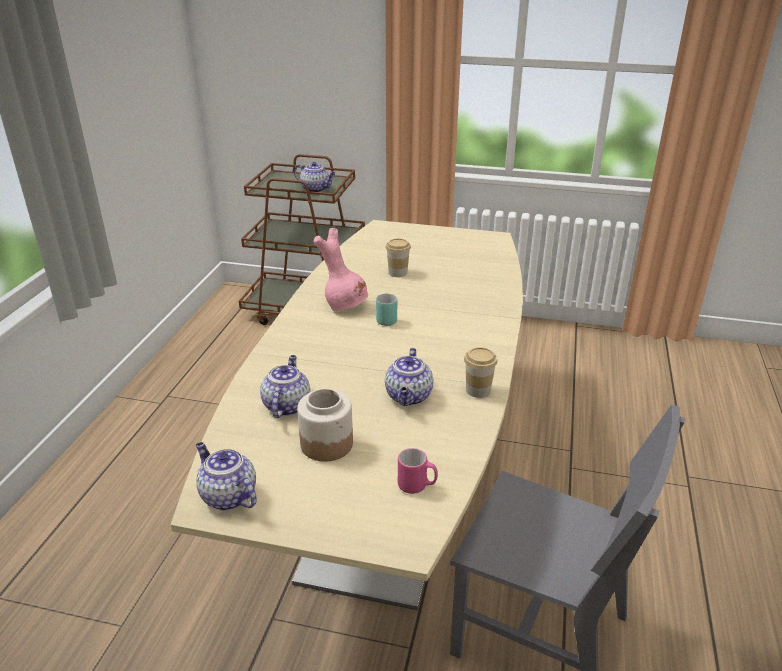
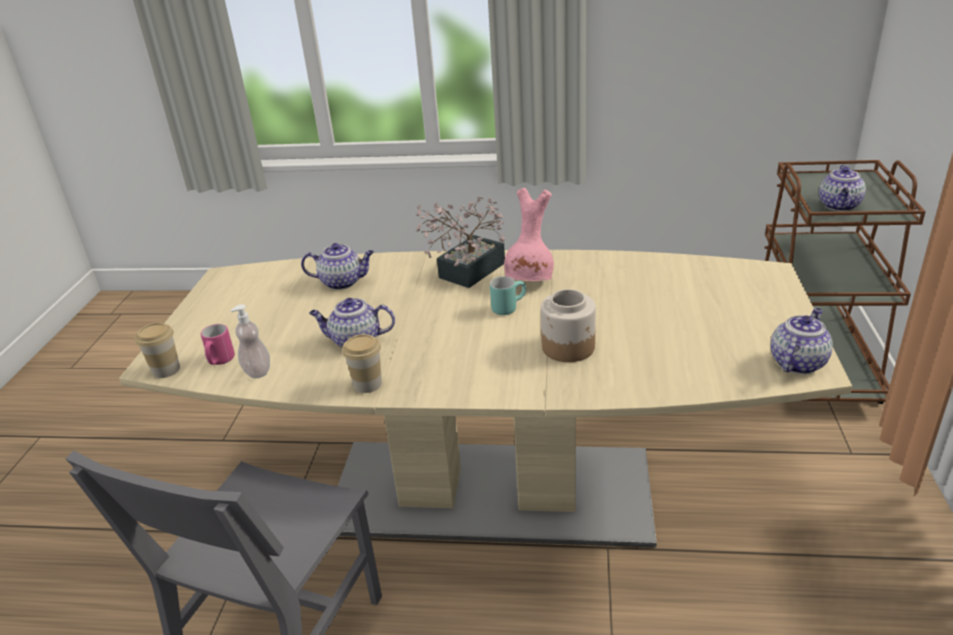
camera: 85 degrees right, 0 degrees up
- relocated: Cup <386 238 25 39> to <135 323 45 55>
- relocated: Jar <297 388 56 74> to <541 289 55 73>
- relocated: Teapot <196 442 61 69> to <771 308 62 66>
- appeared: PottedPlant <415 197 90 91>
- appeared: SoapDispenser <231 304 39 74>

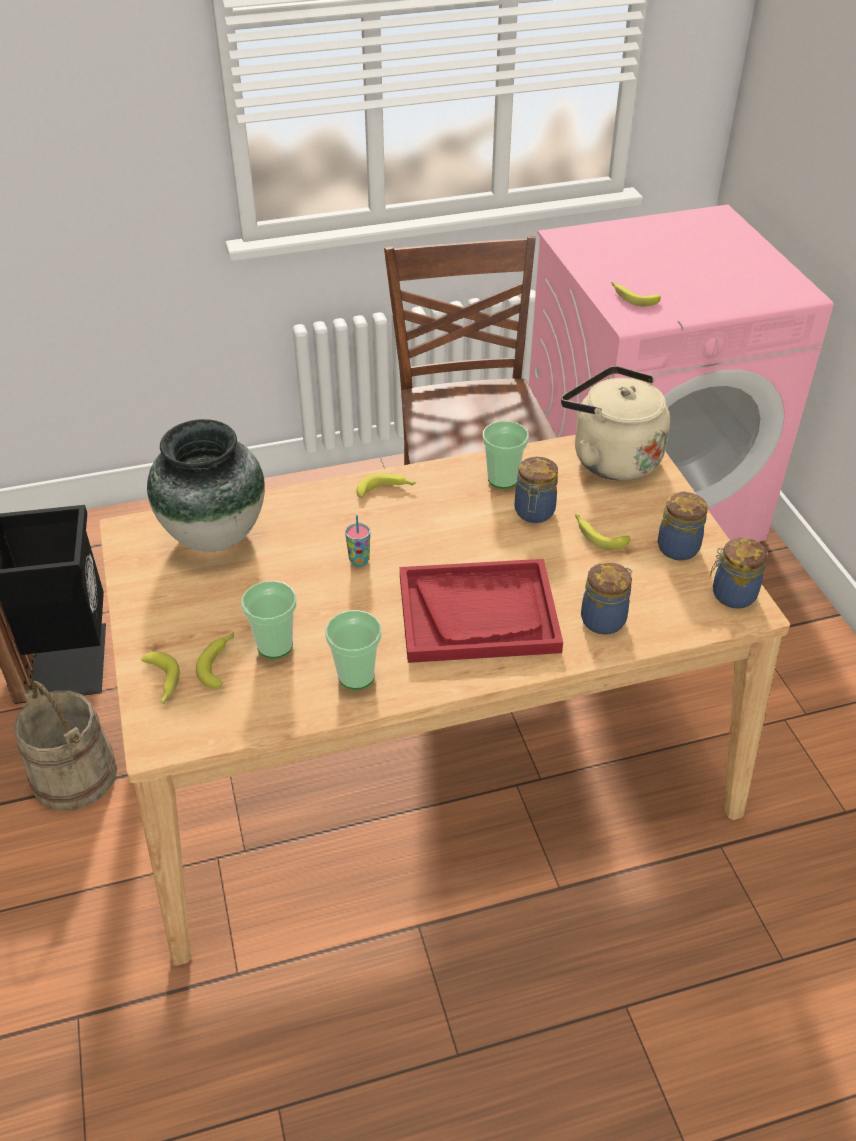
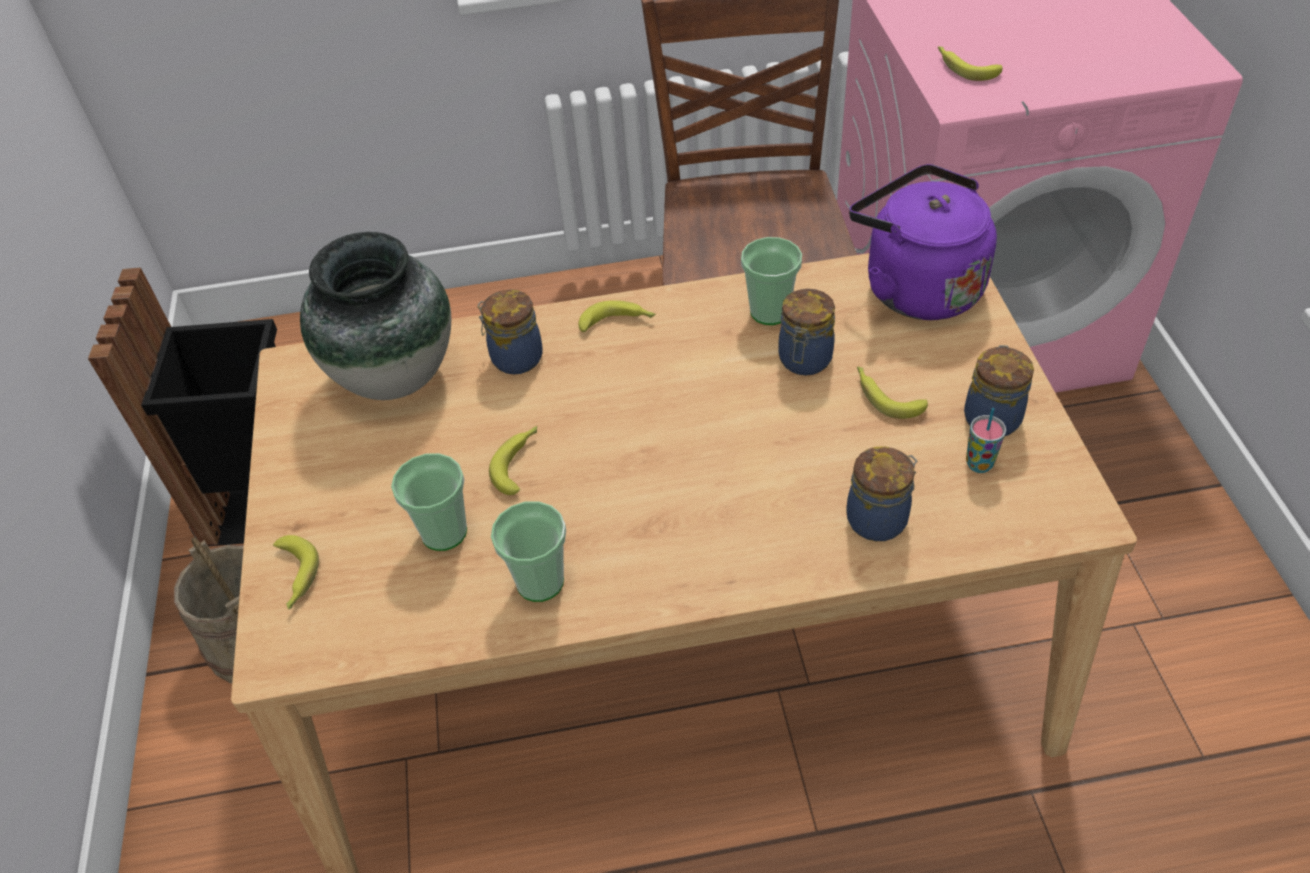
camera: 10 degrees right, 5 degrees up
- colour: BeigeKettle <561 366 109 115> to PurpleKettle <849 164 148 156>
- relocated: Cup <345 515 25 52> to <966 408 40 65>
- relocated: Jar <710 537 58 72> to <477 289 66 85>
- missing: RedTray <400 559 163 104>
- relocated: Banana <196 632 38 57> to <489 426 48 69>

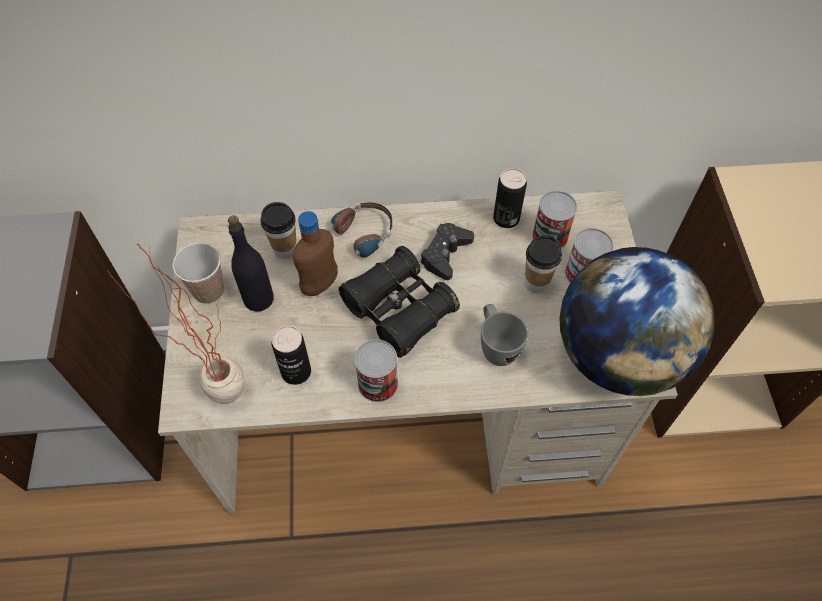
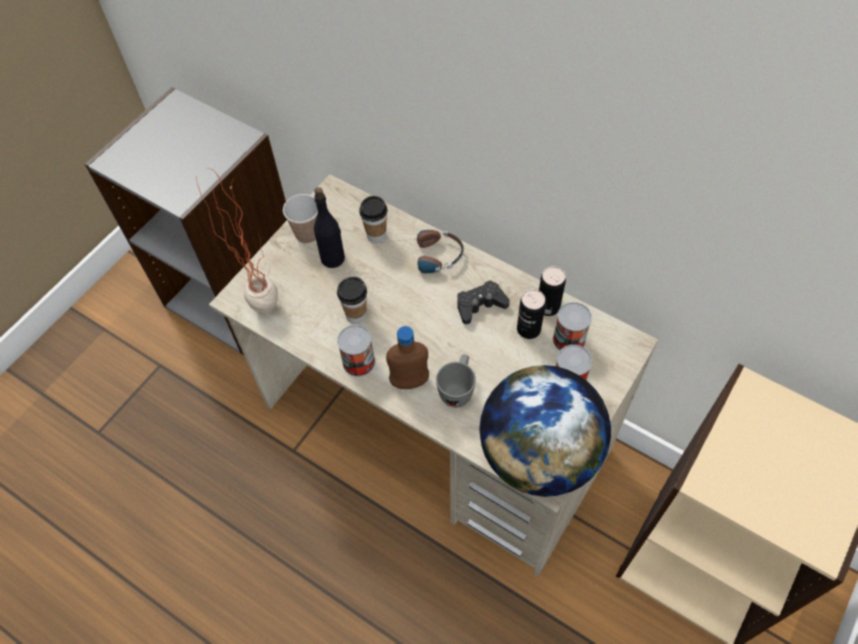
camera: 40 degrees right, 0 degrees up
- relocated: BrownBottle <293 211 45 85> to <386 326 43 63>
- relocated: Cup <525 235 37 58> to <337 277 30 47>
- missing: BlackBinoculars <339 246 121 112>
- relocated: Can <271 326 40 59> to <517 289 29 50>

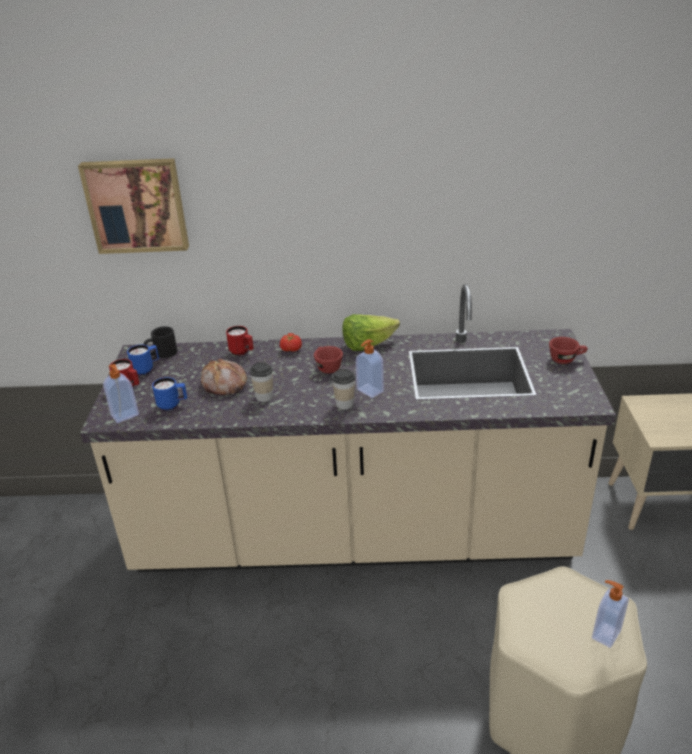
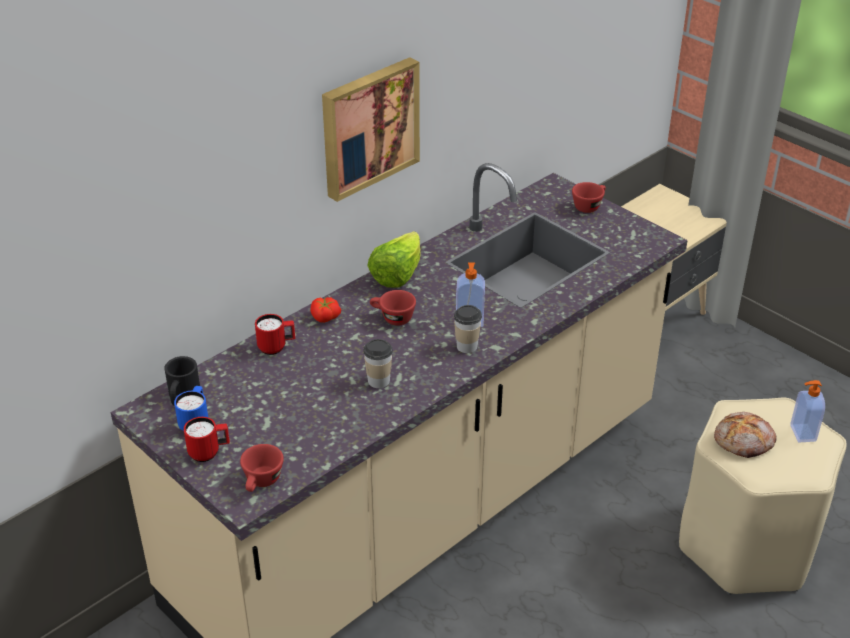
camera: 45 degrees left, 5 degrees up
- relocated: Picture <78 158 111 96> to <322 57 98 145>
- relocated: Bread <201 359 46 36> to <714 412 62 46>
- exchanged: SoapDispenser <103 364 36 59> to RedCup <240 444 44 48>
- missing: BlueMug <152 377 35 34>

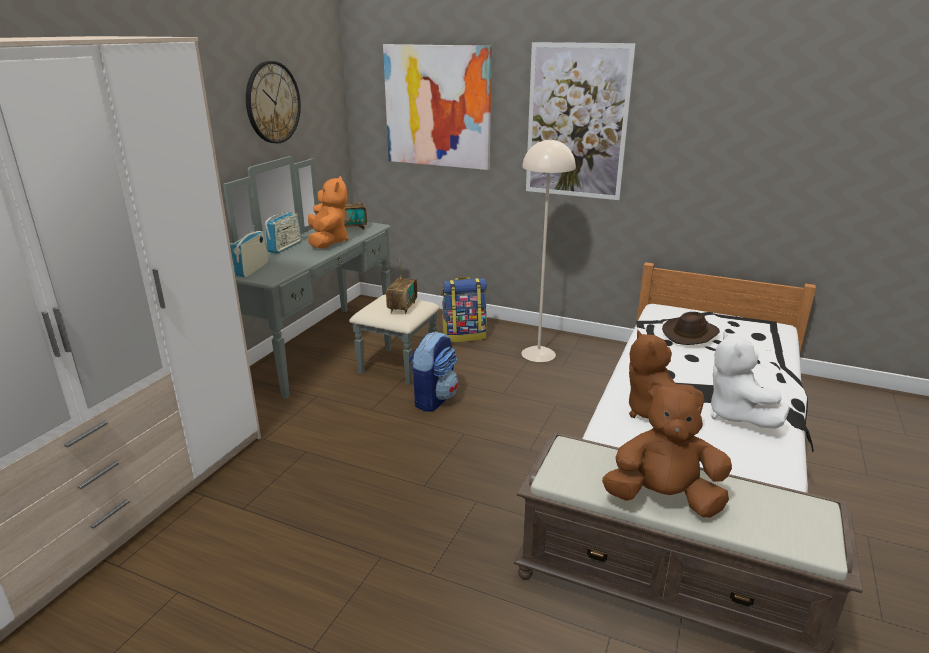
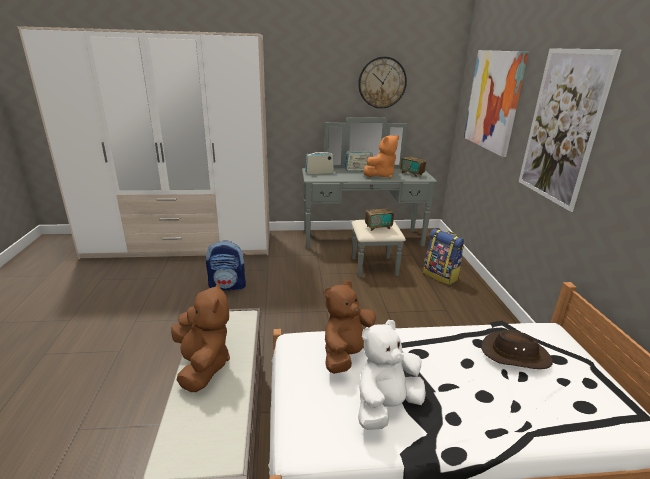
camera: 60 degrees right, 0 degrees up
- missing: BeigeFloorLamp <521 138 55 224>
- relocated: Backpack <409 331 49 81> to <206 240 40 50>

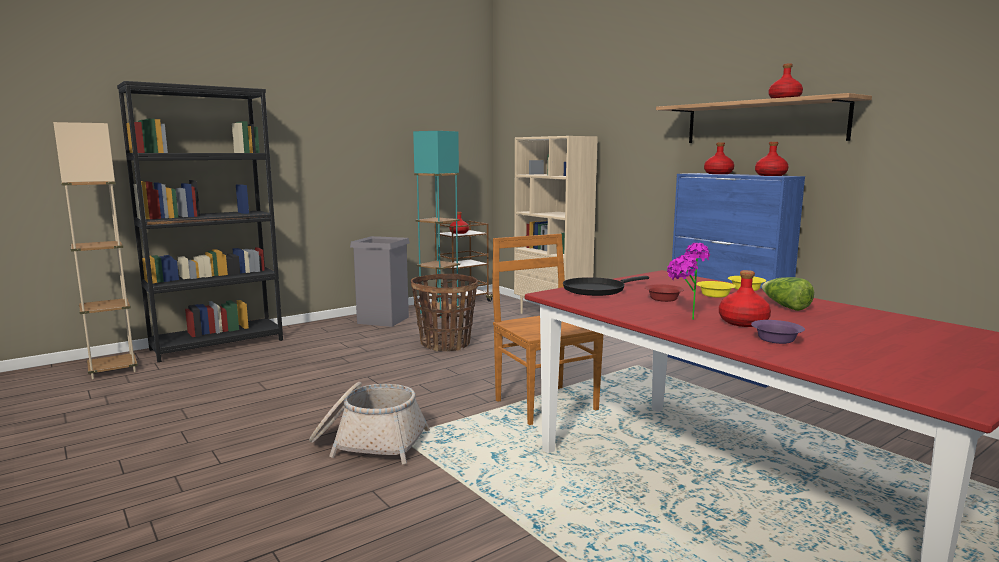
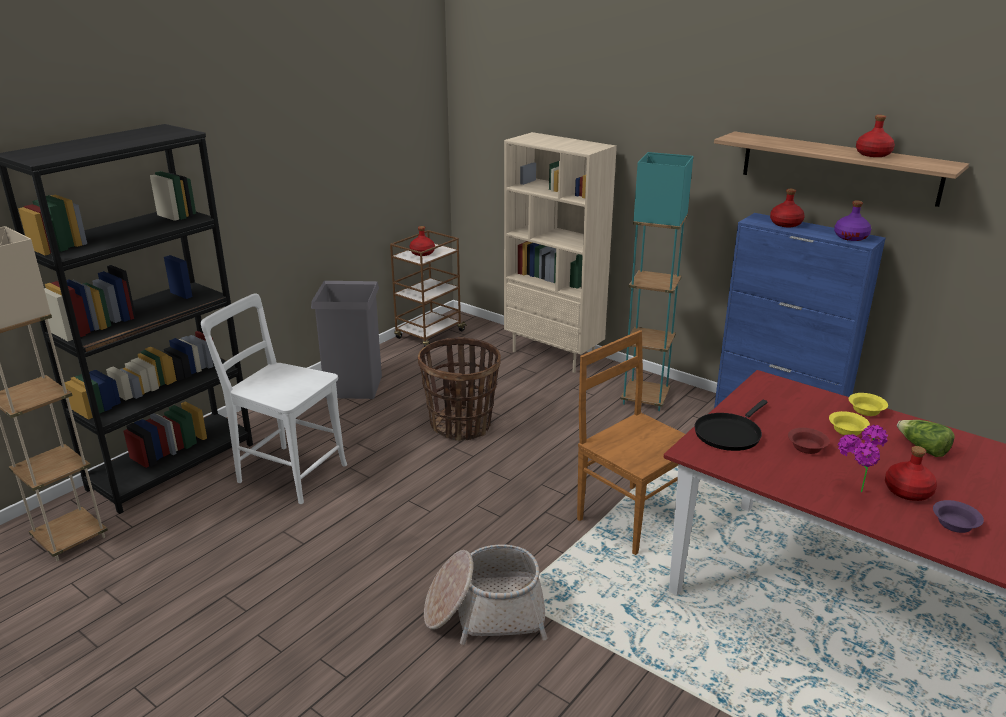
camera: 15 degrees left, 15 degrees up
- relocated: TurquoiseFloorLamp <413 131 47 187> to <621 152 72 259>
- colour: RedBottle <755 142 34 34> to PurpleBottle <834 200 37 41>
- appeared: WhiteChair <201 293 146 211>

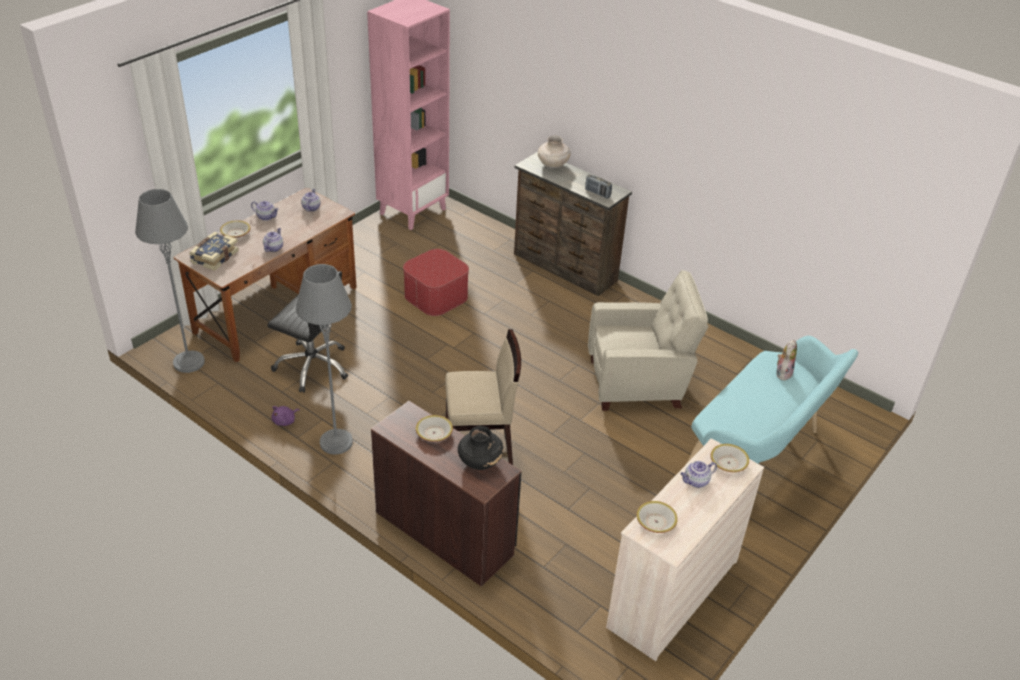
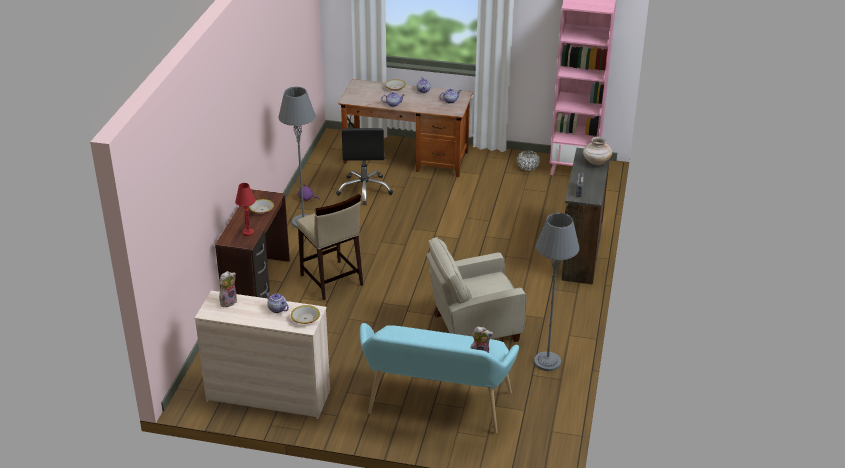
camera: 65 degrees right, 5 degrees down
- relocated: GreyFloorLamp <135 189 70 184> to <534 213 45 158>
- missing: Book <189 232 50 39>
- missing: Ottoman <403 249 66 67>
- spun: BeigeArmchair <588 270 120 141> = <426 237 101 105> 105 degrees clockwise
- exchanged: BlackVase <458 426 45 44> to RedTableLamp <235 183 20 53>
- exchanged: Bowl <636 501 42 32> to PlushToy <219 271 18 36>
- appeared: WhitePlanter <517 151 23 20>

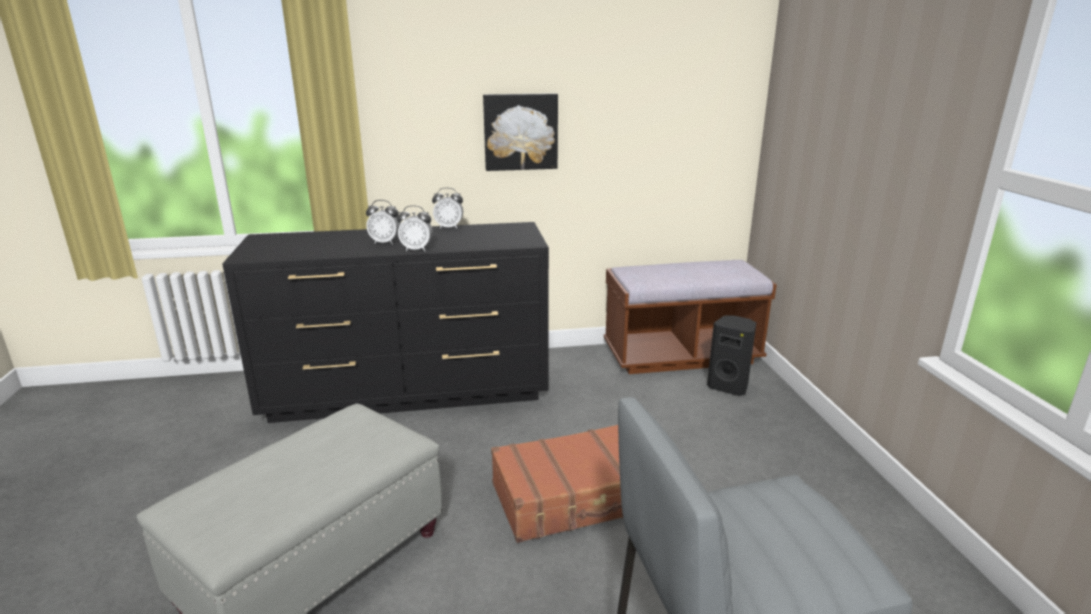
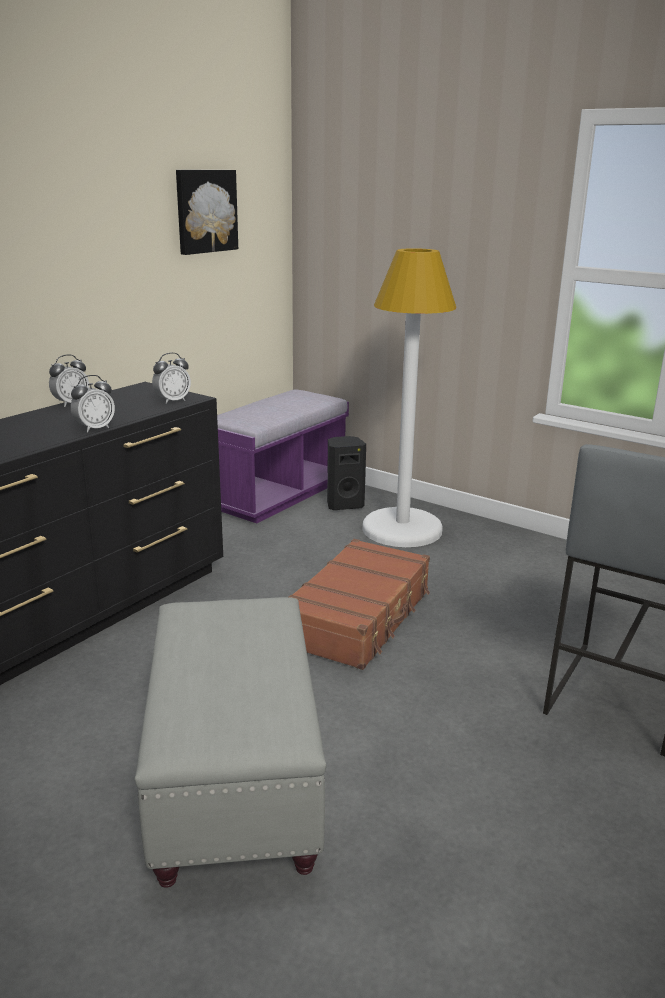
camera: 45 degrees left, 0 degrees up
- relocated: Picture <483 93 75 78> to <176 170 62 85>
- relocated: AlarmClock <366 200 35 45> to <152 353 39 51>
- colour: BrownBench <604 260 173 114> to PurpleBench <217 389 132 134>
- appeared: WhiteFloorLamp <363 248 93 299>

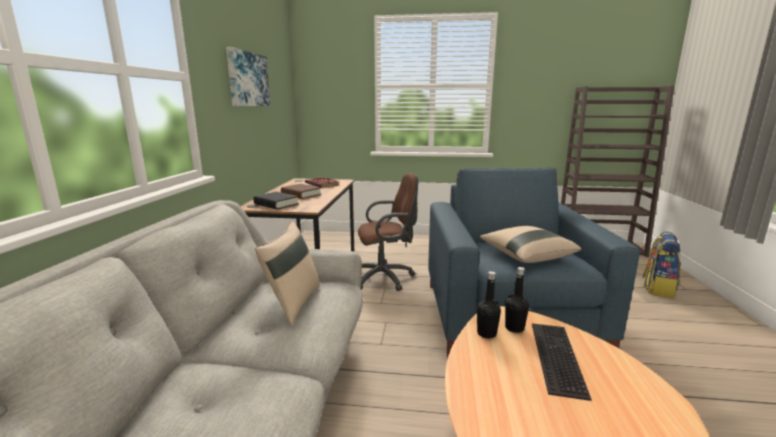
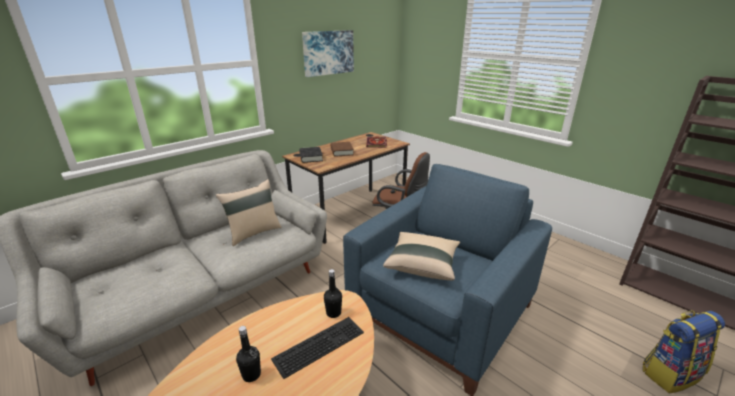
camera: 40 degrees right, 10 degrees up
- relocated: BlackBottle <477 271 24 68> to <236 326 25 56>

